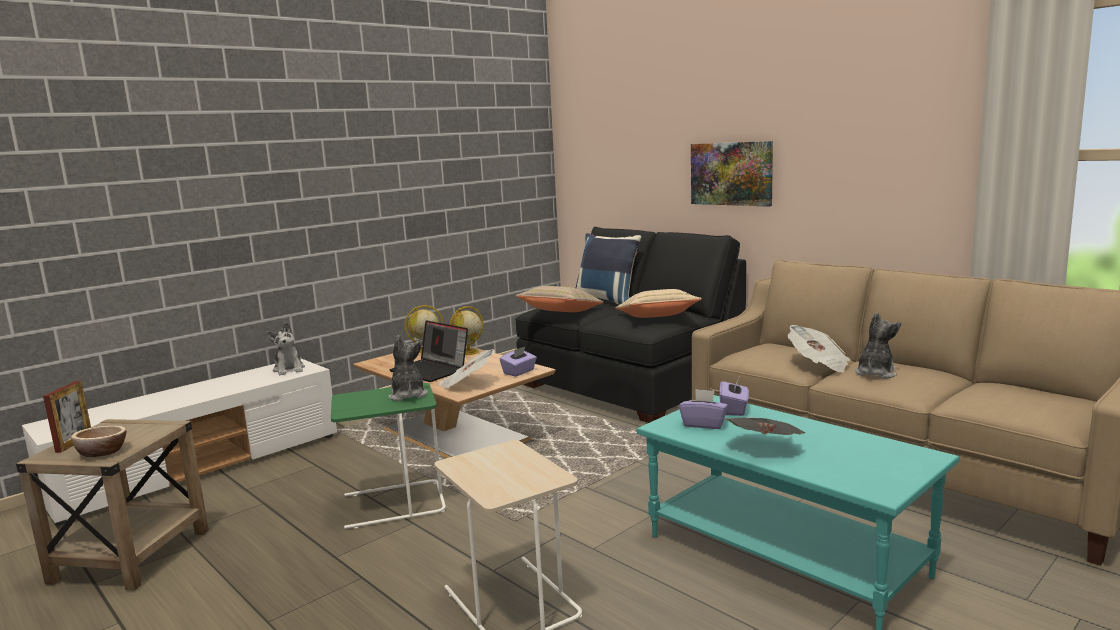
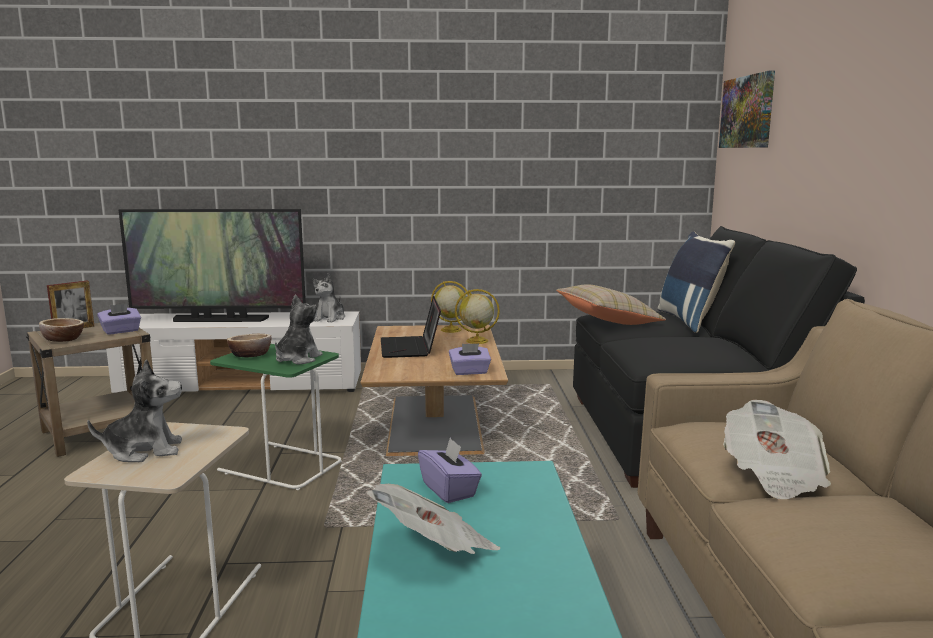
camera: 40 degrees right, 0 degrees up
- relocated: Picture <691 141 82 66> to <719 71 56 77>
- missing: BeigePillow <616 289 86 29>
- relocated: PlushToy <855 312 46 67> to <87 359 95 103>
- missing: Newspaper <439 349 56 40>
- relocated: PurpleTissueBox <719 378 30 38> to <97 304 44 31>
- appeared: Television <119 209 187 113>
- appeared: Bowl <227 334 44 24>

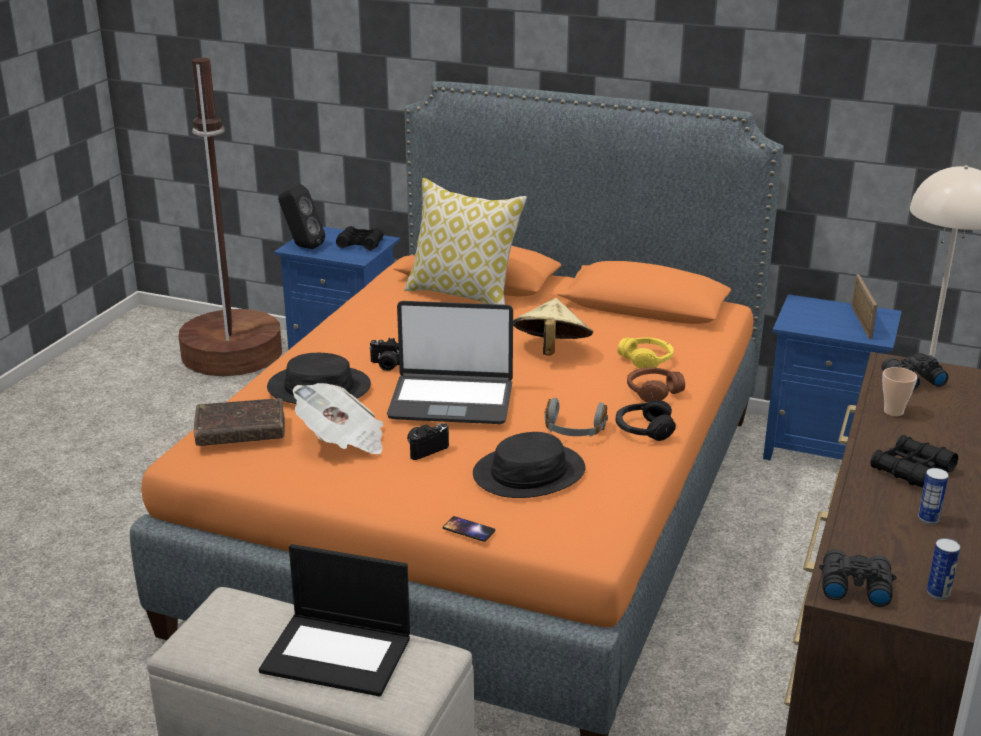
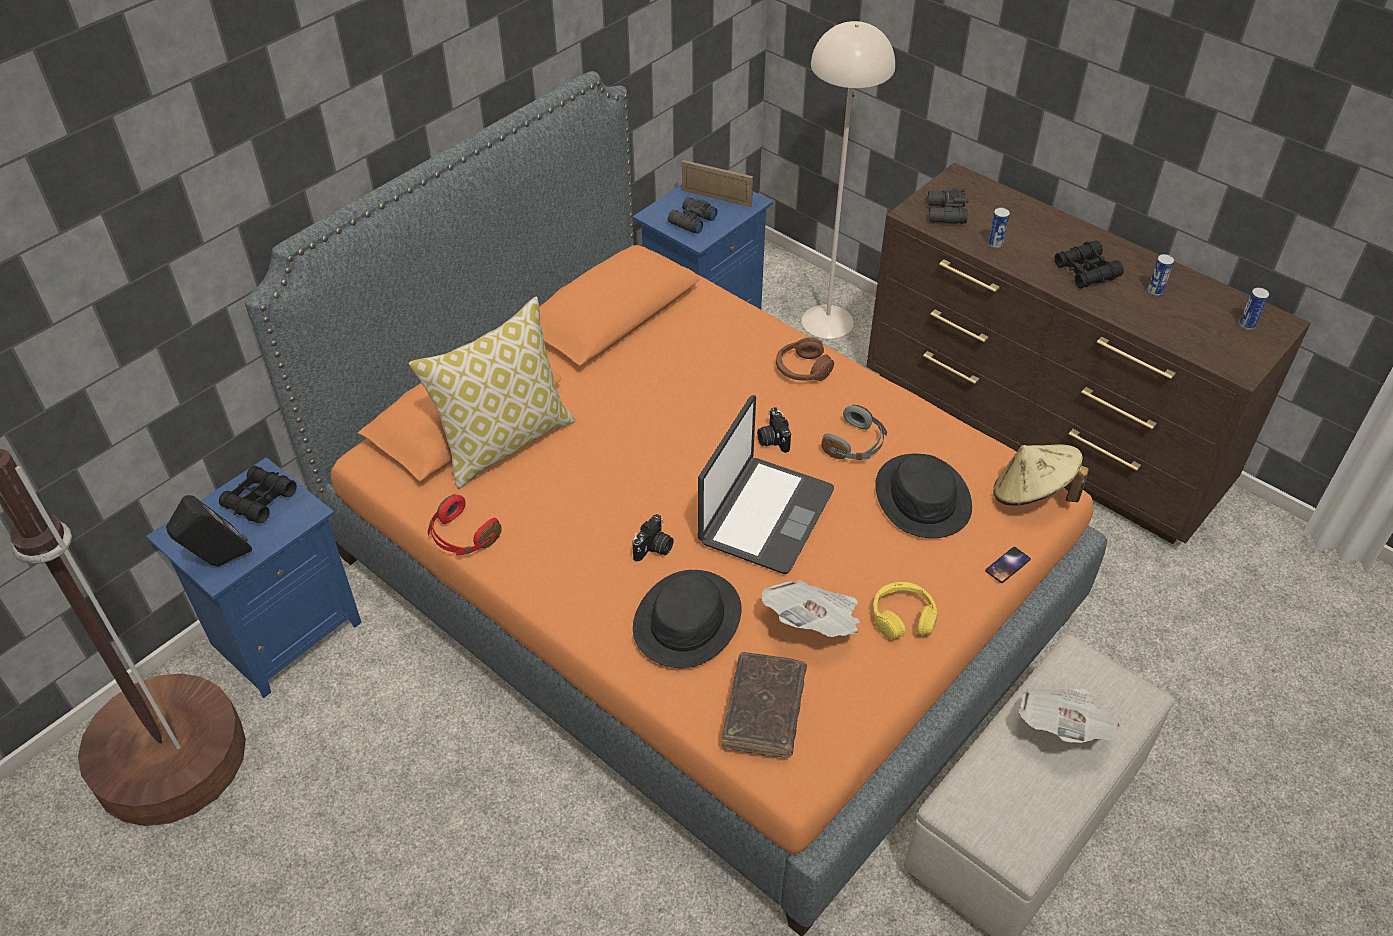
camera: 70 degrees left, 20 degrees up
- relocated: BeigeHat <513 298 80 58> to <993 444 96 62>
- relocated: YellowHeadphones <617 337 57 32> to <873 582 65 57>
- exchanged: Cup <882 367 35 49> to Can <988 208 22 41>
- missing: BlackHeadphones <616 400 60 41>
- relocated: PhotoCamera <407 423 42 37> to <757 407 34 46>
- exchanged: Laptop <259 544 151 153> to Newspaper <1019 688 101 55>
- relocated: BlackBinoculars <819 549 78 58> to <668 197 49 37>
- appeared: RedHeadphones <428 494 74 62>

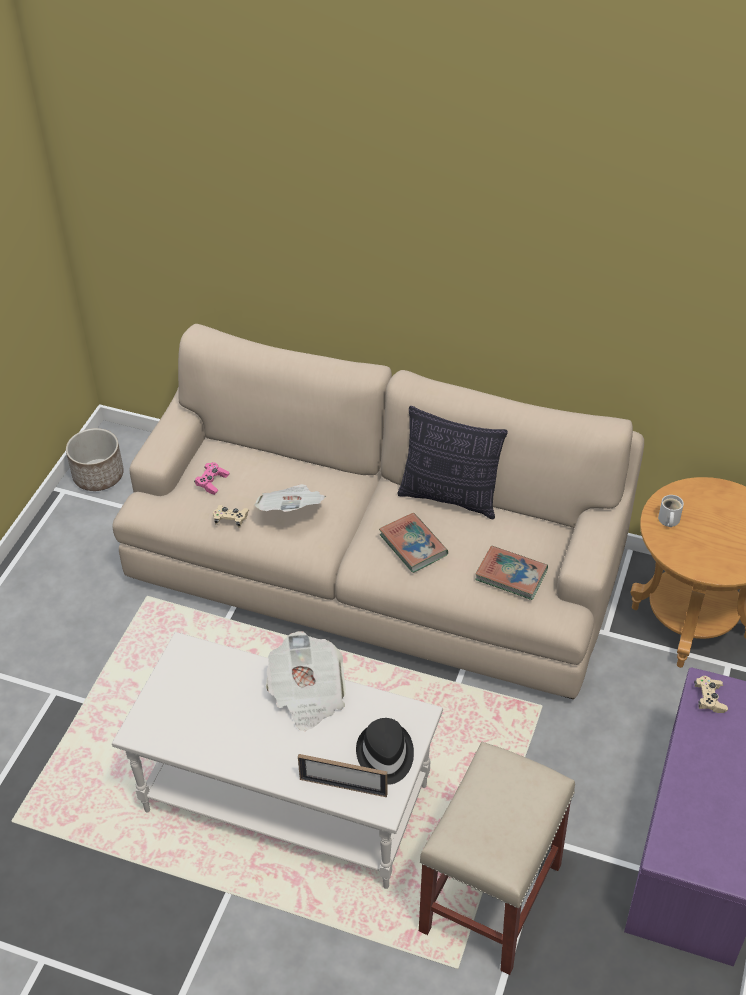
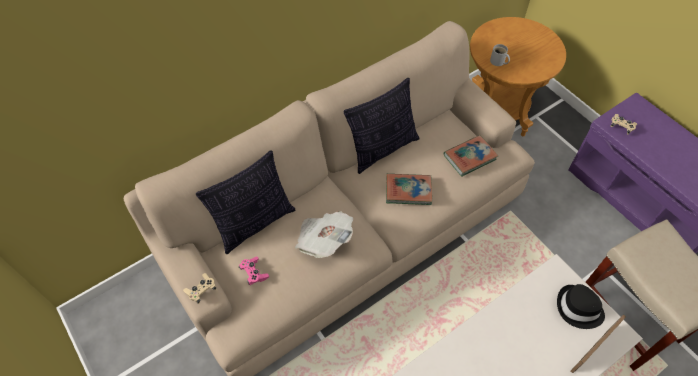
camera: 55 degrees left, 10 degrees up
- missing: Planter <66 428 58 63>
- relocated: BeigeGameController <213 505 36 23> to <183 273 34 31>
- missing: Newspaper <266 631 80 100>
- appeared: Pillow <196 150 99 104>

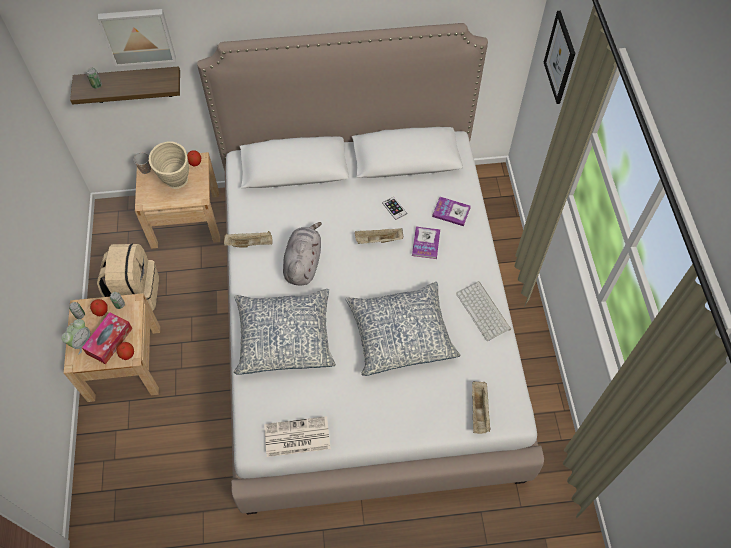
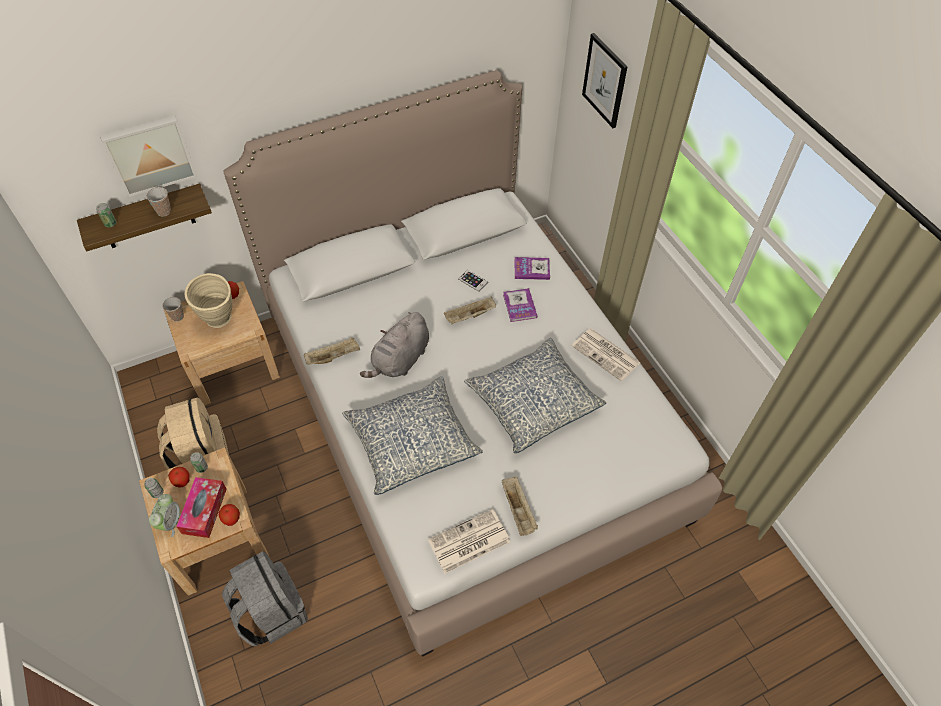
camera: 20 degrees left, 5 degrees down
- spun: GreyPlushToy <283 222 39 63> = <360 312 69 66> 135 degrees counterclockwise
- exchanged: Keyboard <456 281 55 60> to Newspaper <572 329 68 52>
- relocated: BeigeTray <472 381 19 53> to <502 477 36 59>
- appeared: Cup <146 187 25 30>
- appeared: GreyBackpack <222 551 86 95>

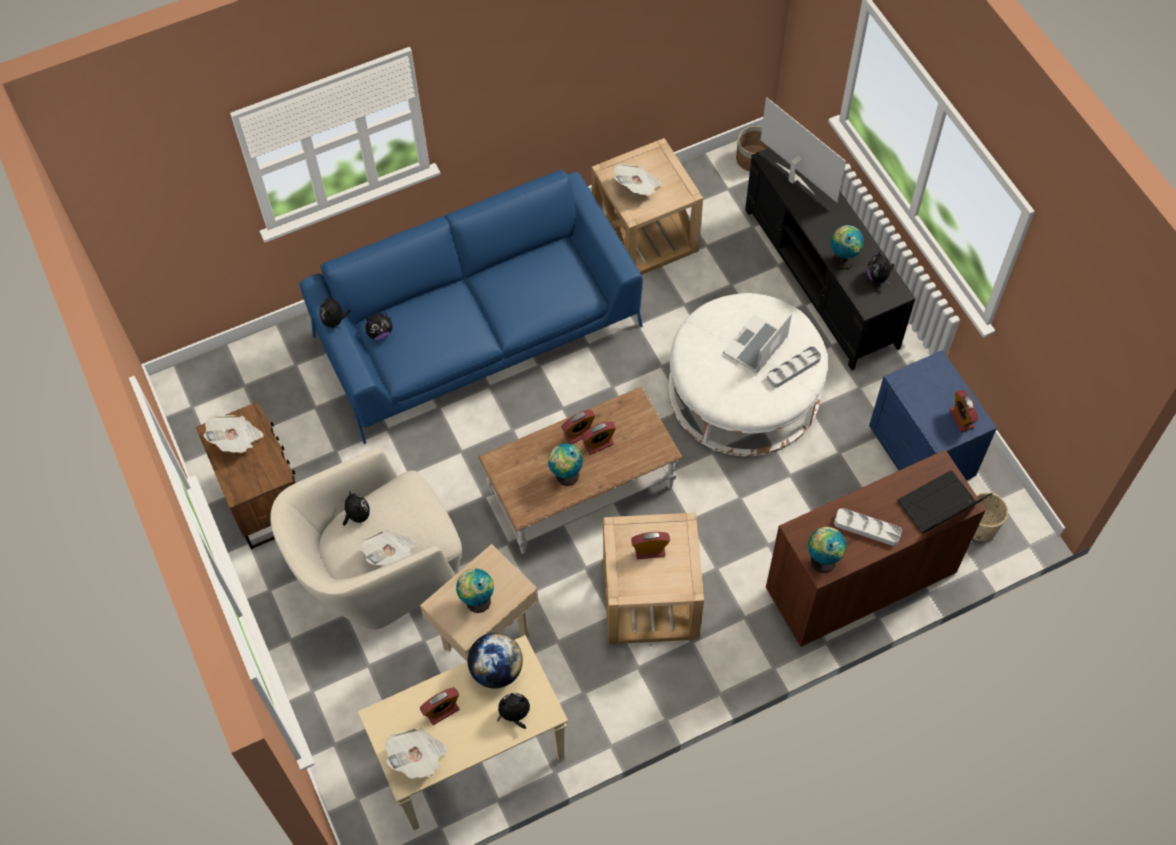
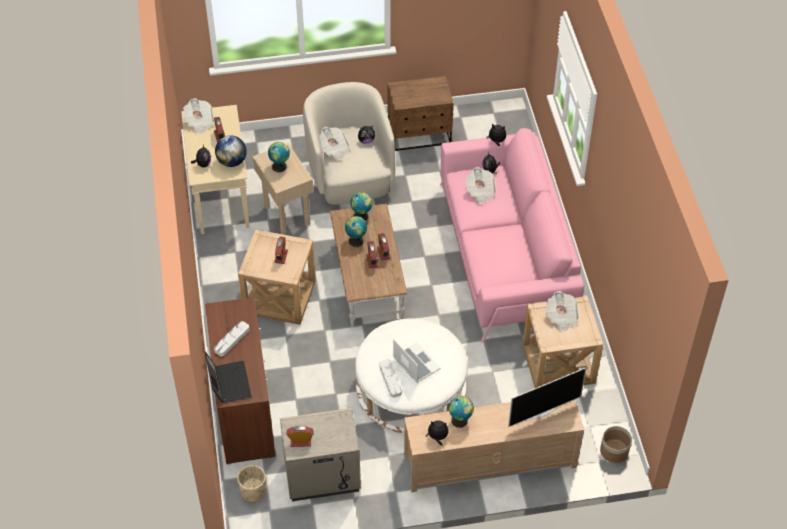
camera: 105 degrees right, 10 degrees down
- colour: BlackTvStand <745 148 171 222> to BeigeTvStand <404 400 180 92>
- colour: BlueSofa <300 170 343 274> to PinkSofa <440 128 144 215>
- colour: BlueNightstand <869 350 128 131> to BeigeNightstand <280 408 81 93>
- relocated: Newspaper <203 415 61 38> to <465 167 31 38>
- relocated: Globe <808 527 38 46> to <350 192 22 29>

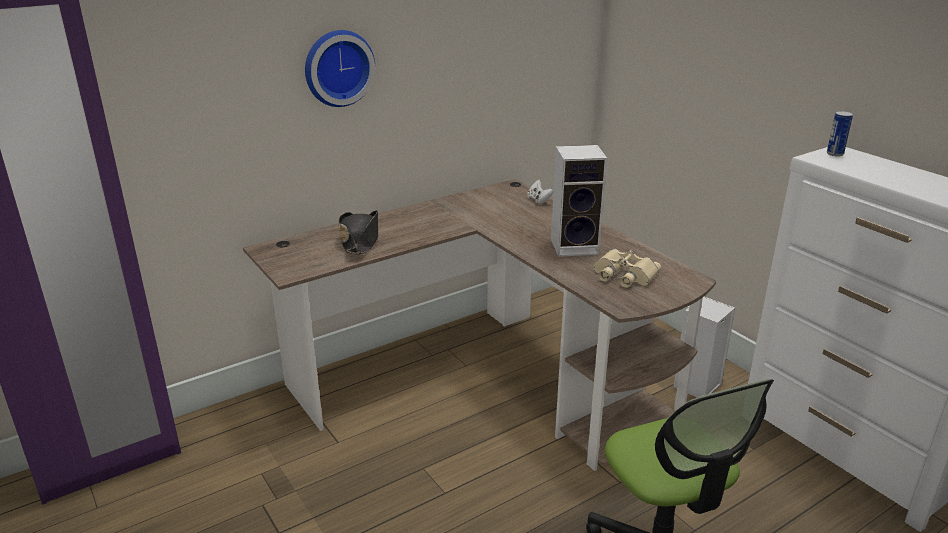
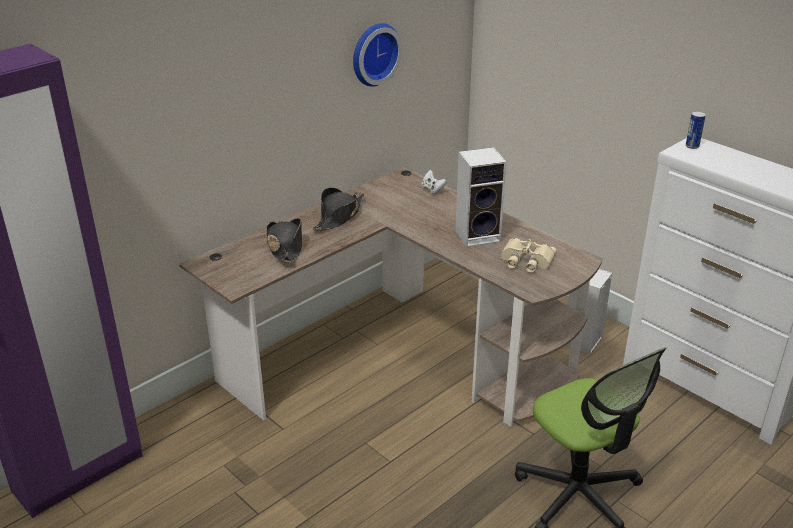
camera: 10 degrees left, 5 degrees up
- relocated: WallClock <305 30 70 77> to <353 23 49 64>
- appeared: BlackHat <313 187 51 44>

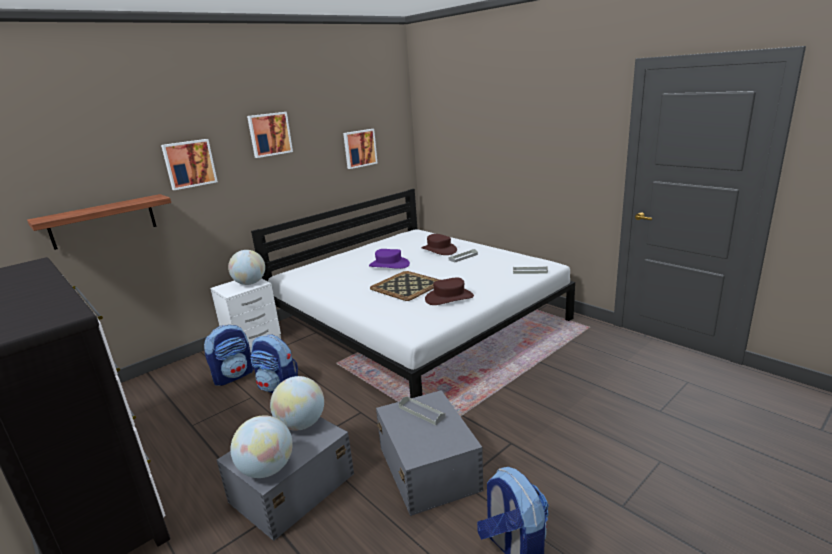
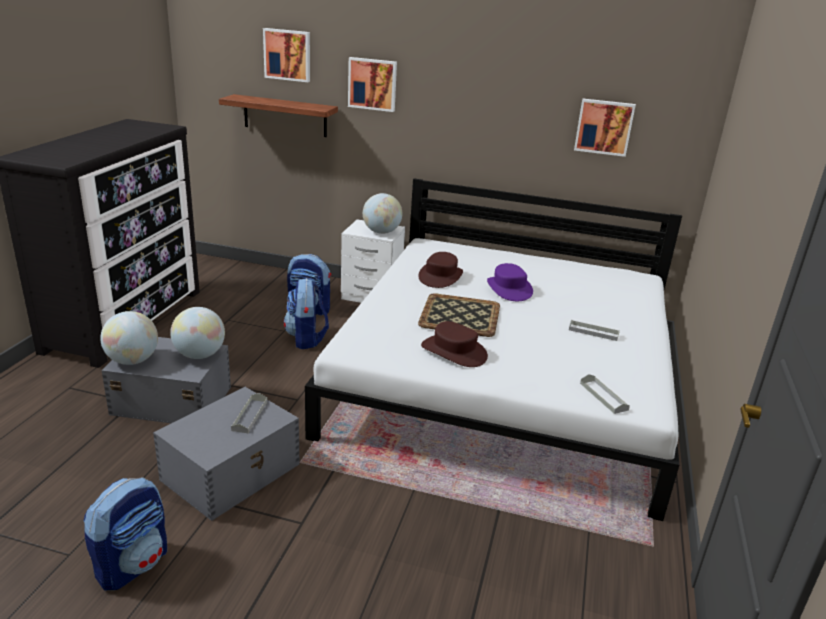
camera: 55 degrees right, 5 degrees up
- relocated: Picture <247 112 46 46> to <263 28 47 54>
- relocated: BrownHat <421 234 36 21> to <418 252 45 36>

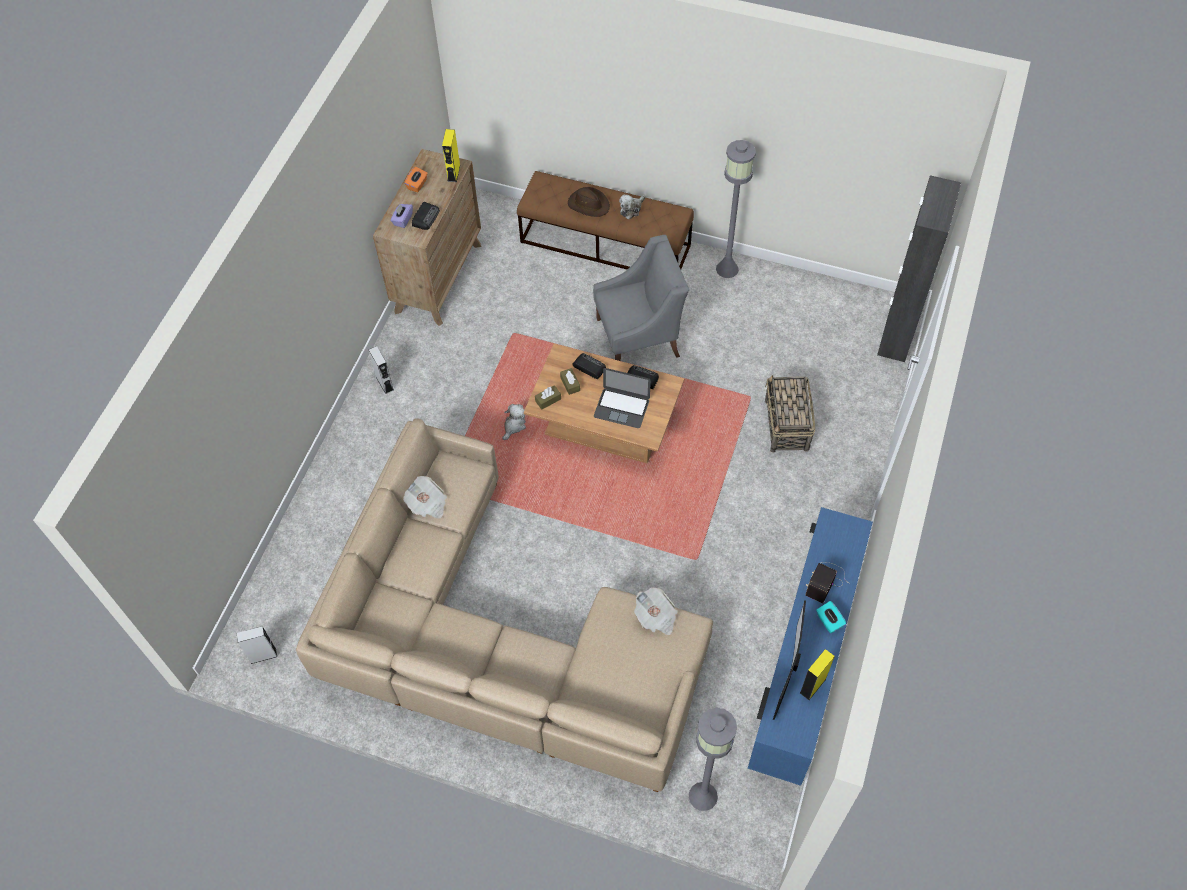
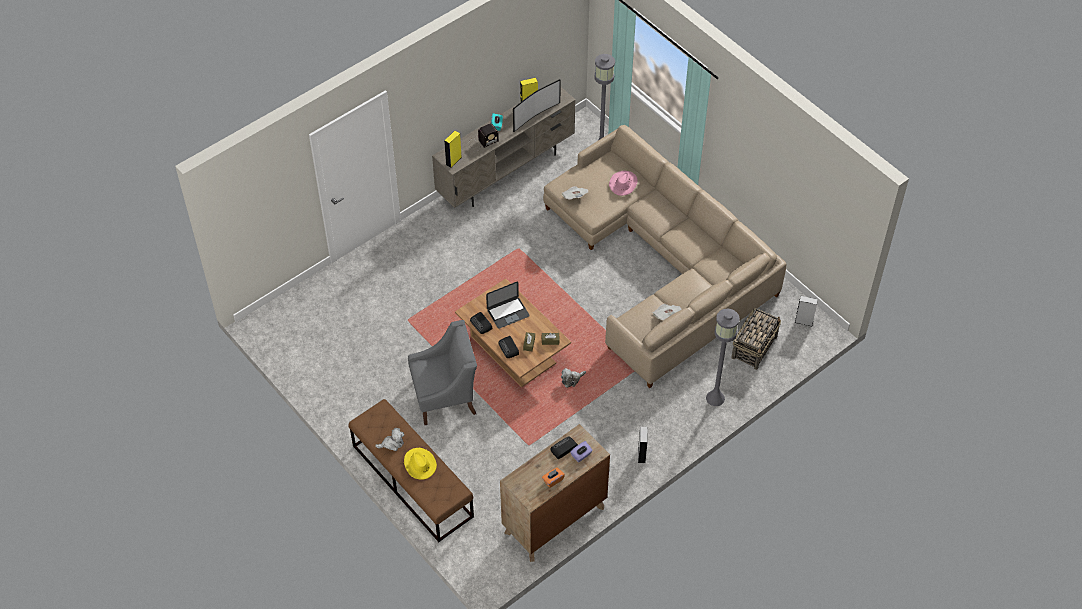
camera: 150 degrees left, 5 degrees down
- relocated: YellowSpeaker <442 129 18 53> to <444 131 18 37>
- relocated: GreyFloorLamp <716 140 40 138> to <706 309 34 97>
- missing: BlackCabinet <877 175 84 187>
- colour: BrownHat <568 187 42 30> to YellowHat <404 448 33 32>
- spun: GreyArmchair <593 235 96 126> = <408 320 69 105> 150 degrees clockwise
- spun: Laptop <594 368 57 60> = <486 282 44 47> 105 degrees clockwise
- relocated: Basket <765 375 50 78> to <731 308 50 62>
- colour: BlueTvStand <748 507 125 279> to BeigeTvStand <432 86 144 122>
- appeared: PinkHat <609 171 29 25>

